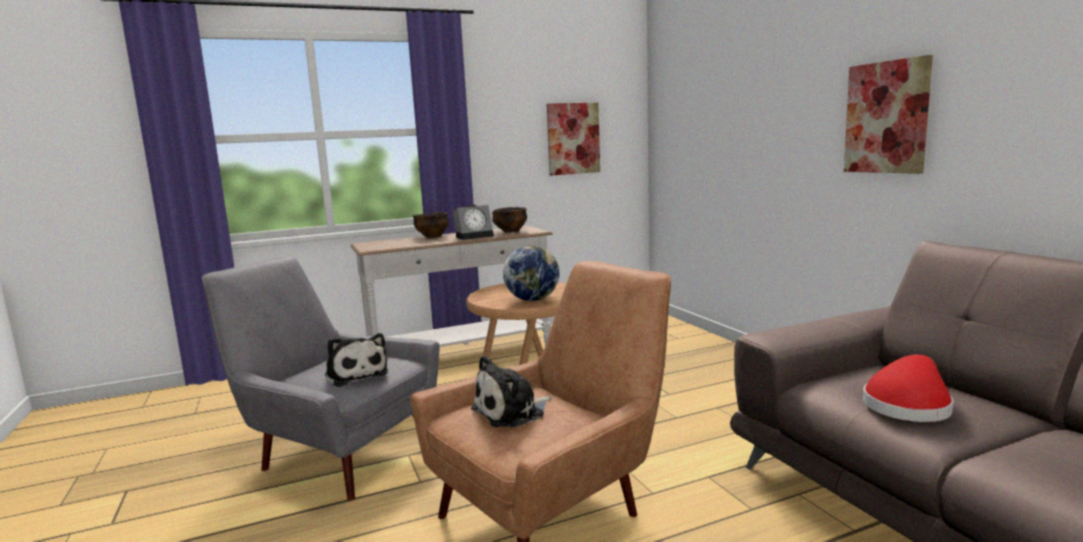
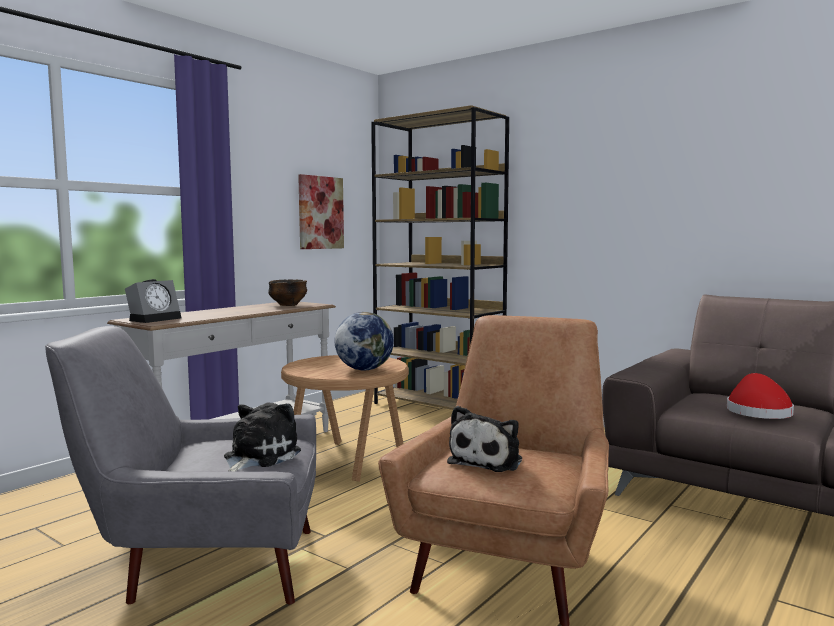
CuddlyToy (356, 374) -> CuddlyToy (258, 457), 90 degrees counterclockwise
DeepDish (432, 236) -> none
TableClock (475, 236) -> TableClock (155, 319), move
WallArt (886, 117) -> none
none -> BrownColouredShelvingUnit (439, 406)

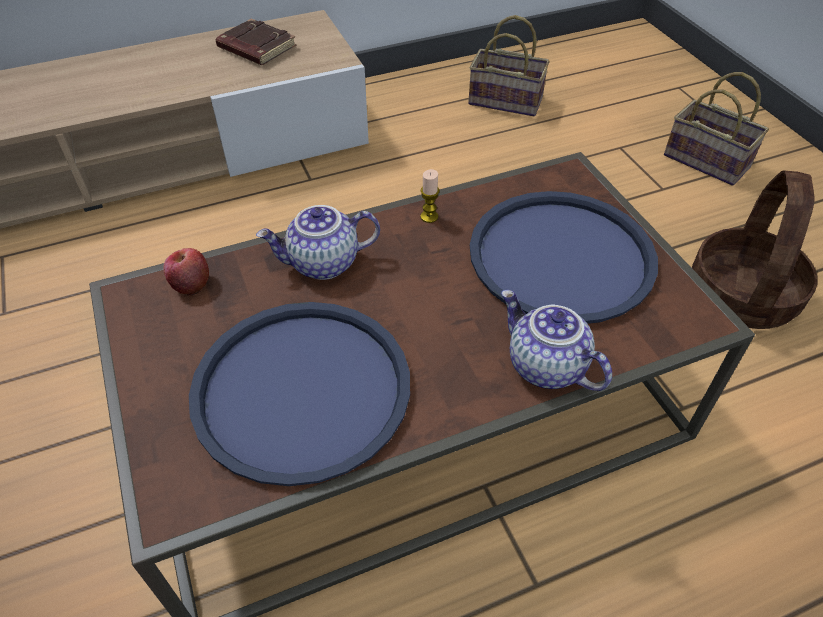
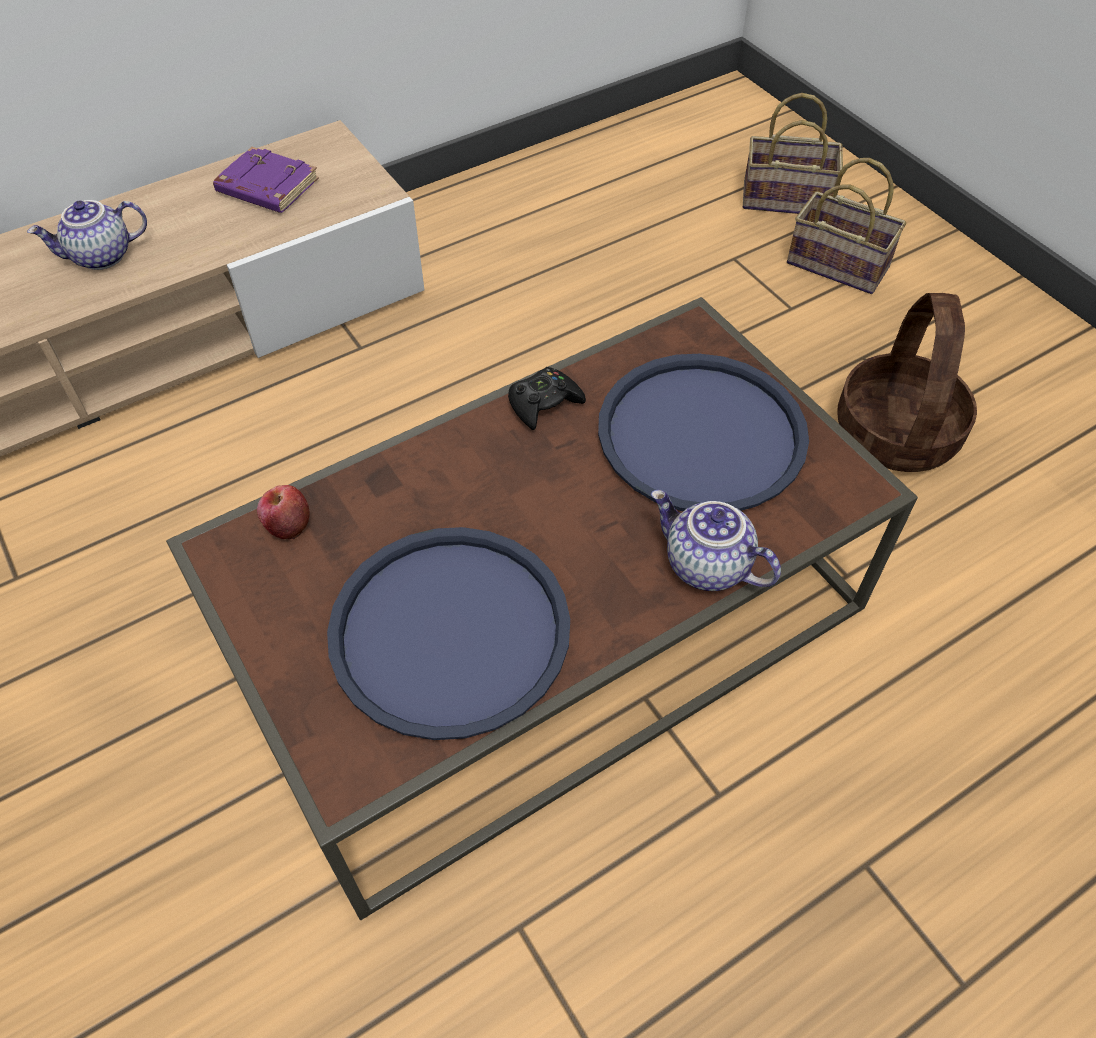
BrownColouredBoundBook (255, 48) -> PurpleBoundBook (266, 188)
PotForTea (323, 264) -> PotForTea (101, 257), move
Candle (429, 217) -> BlackGameController (544, 403)
Basket (507, 100) -> Basket (788, 198), move

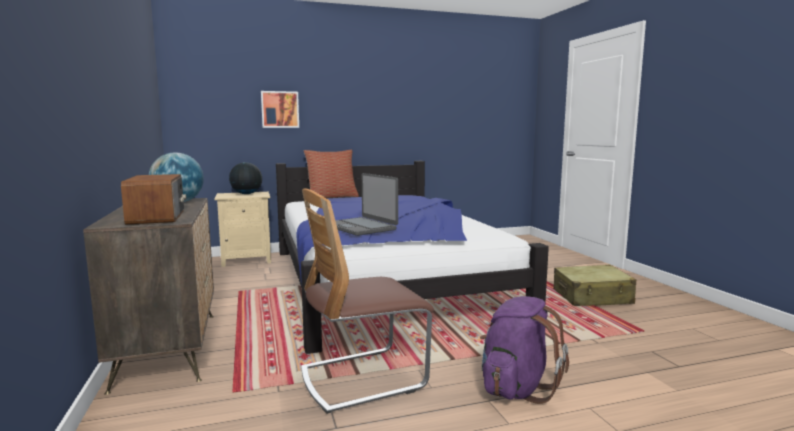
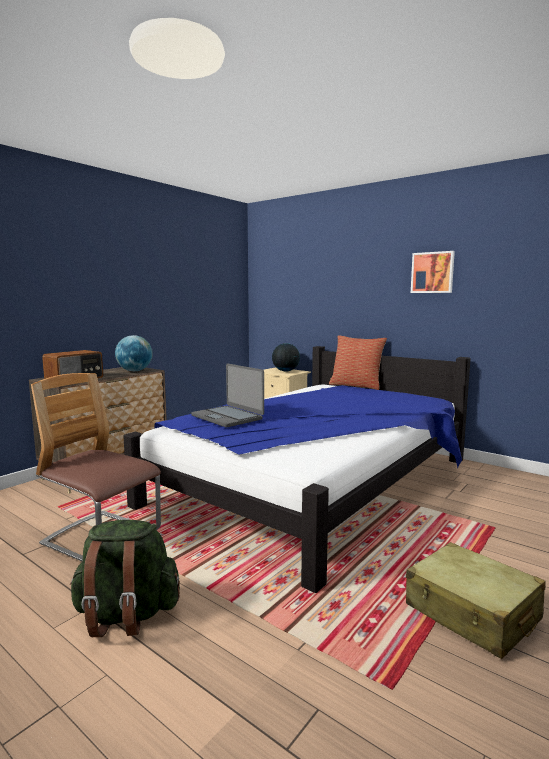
WallArt (280, 109) -> WallArt (432, 272), move
Laptop (361, 227) -> Laptop (228, 417), 60 degrees counterclockwise
PurpleRucksack (516, 388) -> GreenishRucksack (126, 615)

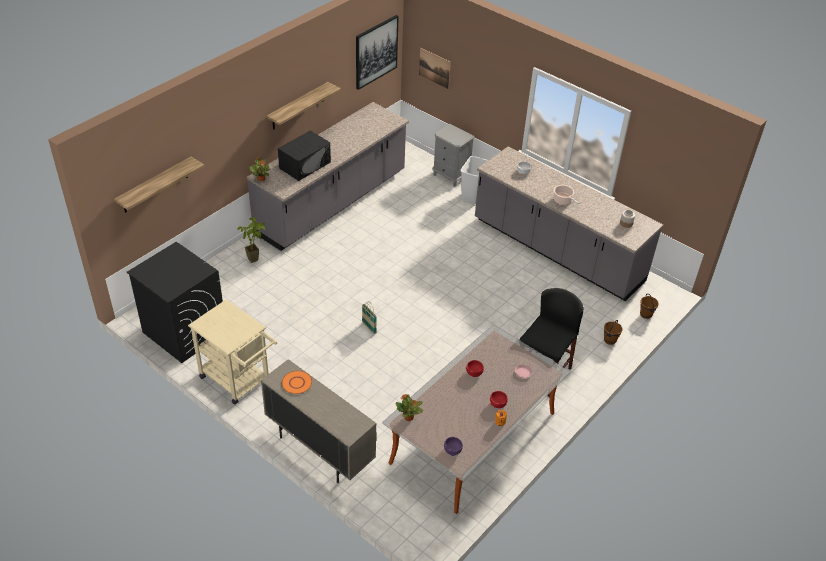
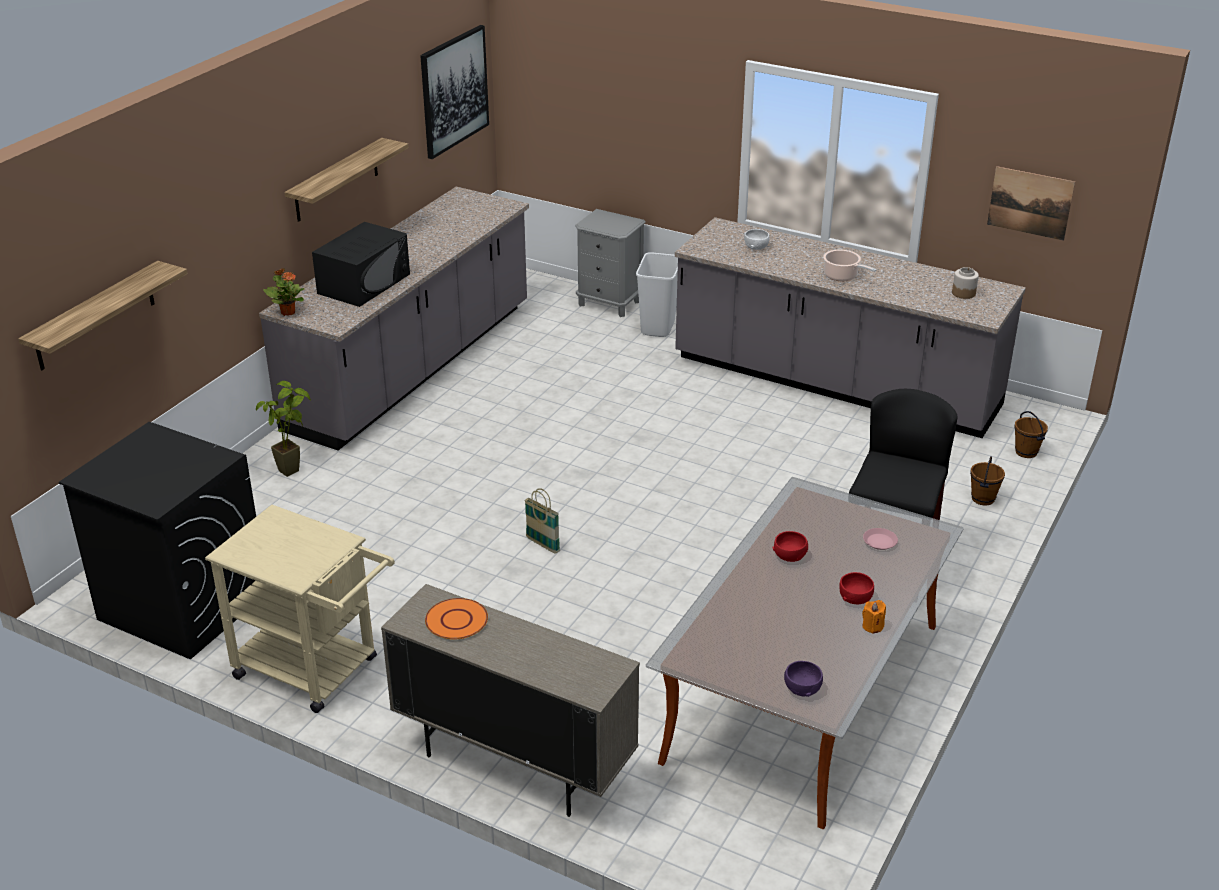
PlantInAPot (409, 418) -> none
WallArt (434, 68) -> WallArt (1030, 203), move

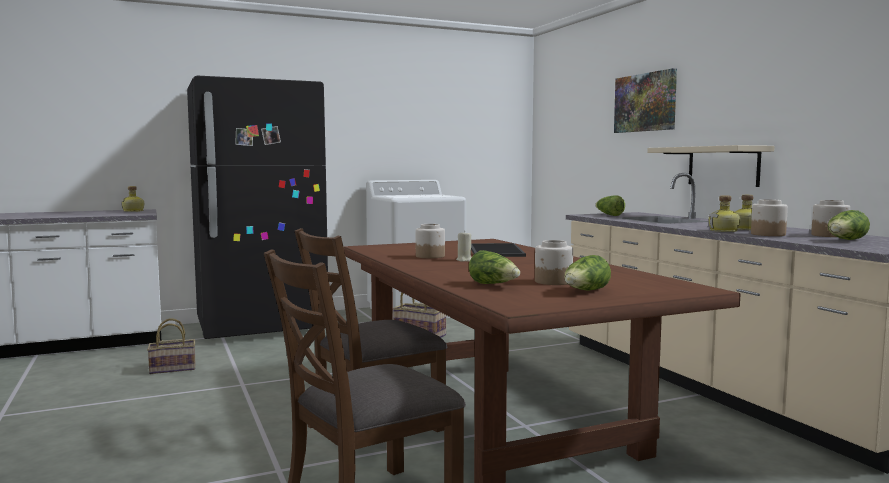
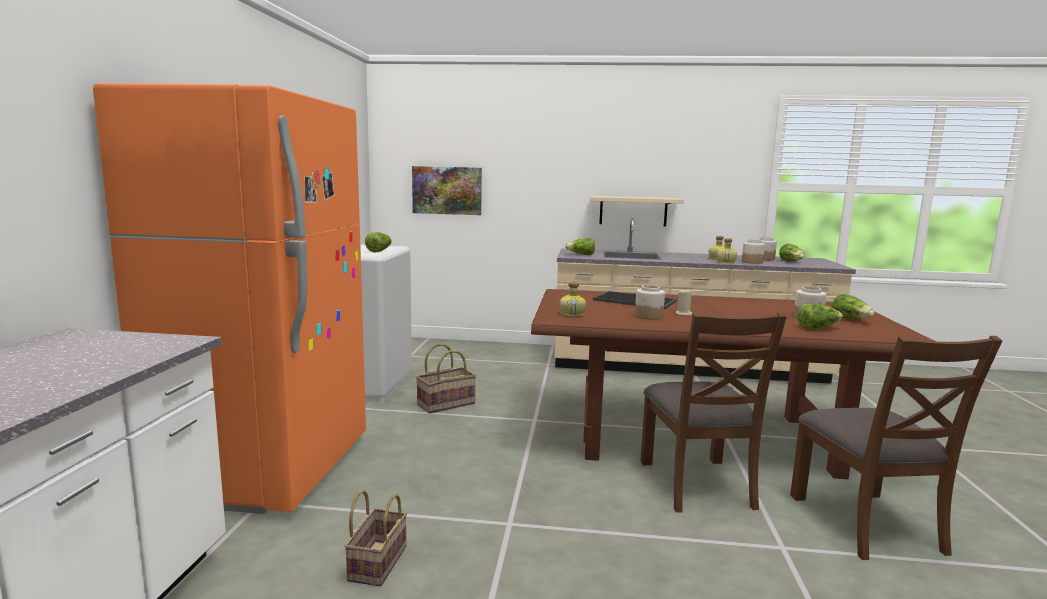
DrinkBottle (134, 211) -> DrinkBottle (573, 314), move
BlackKitchenFridge (261, 328) -> OrangeColouredKitchenFridge (268, 469)
WallArt (645, 102) -> WallArt (447, 190), move
none -> LettuceHead (379, 251)

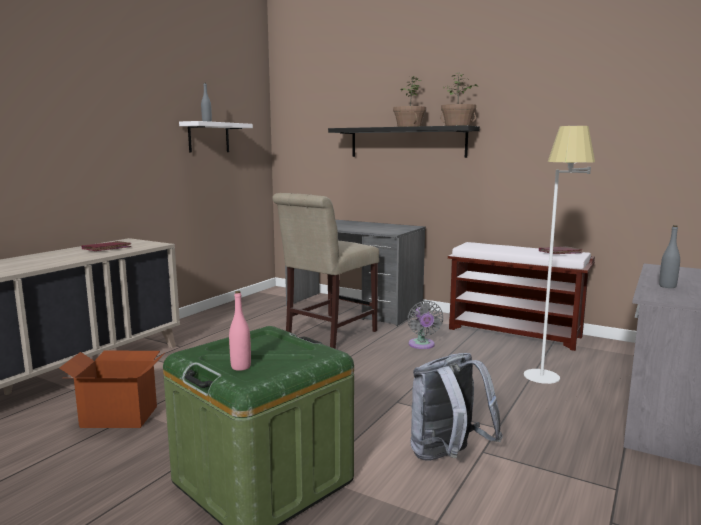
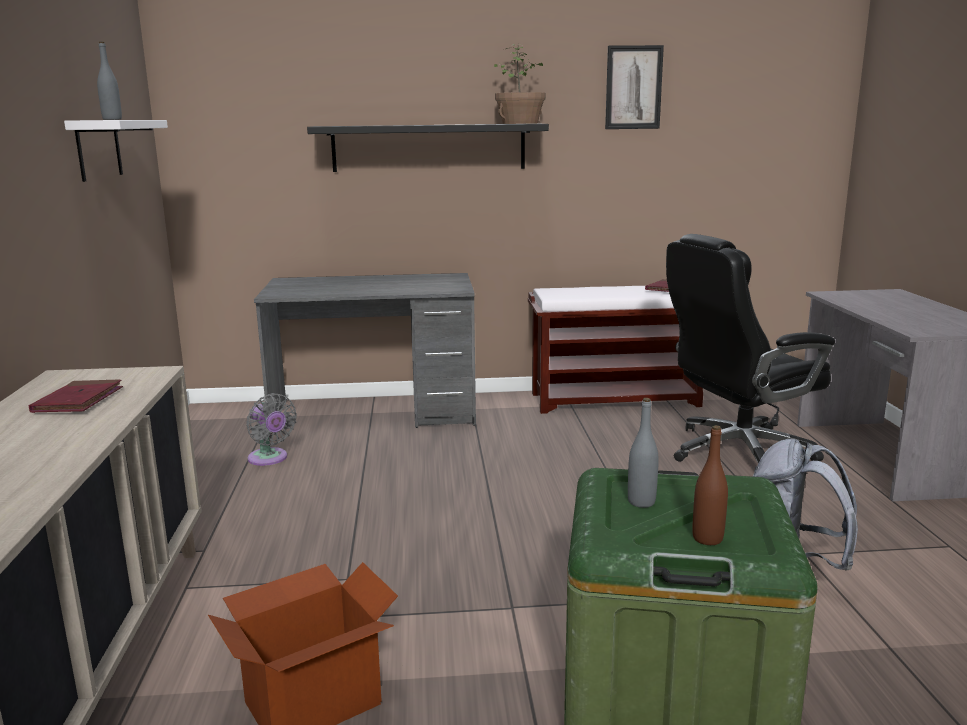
PinkDrinkBottle (241, 367) -> BrownColouredDrinkBottle (707, 538)
BeigeColouredPlainChair (327, 335) -> none
PlantInAPot (409, 126) -> none
GrayCoolingFan (422, 345) -> GrayCoolingFan (269, 459), move
WhiteFloorLamp (548, 383) -> BlackComputerChair (737, 452)
GrayDrinkBottle (667, 286) -> GrayDrinkBottle (641, 502), move
none -> WallArt (633, 87)

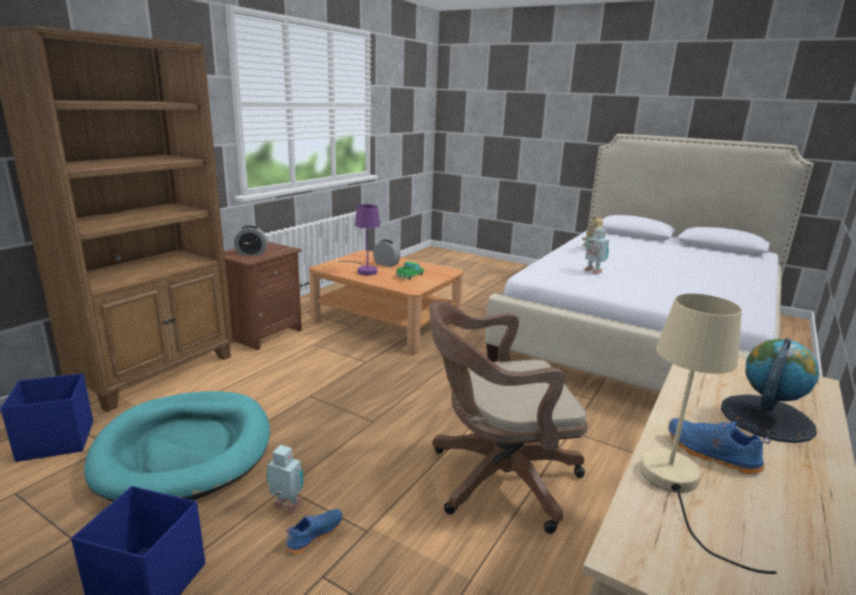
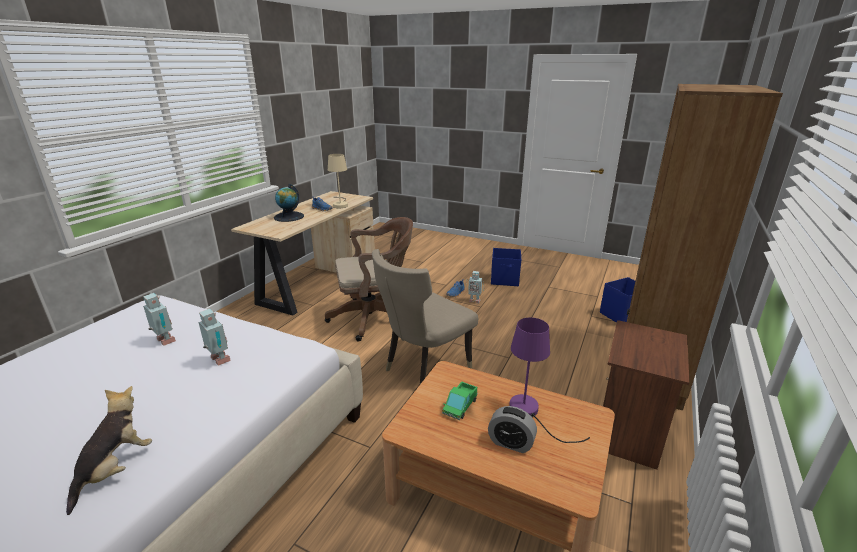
TurquoiseDogBed (185, 450) -> none
TableClock (251, 253) -> none
none -> RobotFigure (164, 341)
none -> BeigeColouredPlainChair (423, 369)

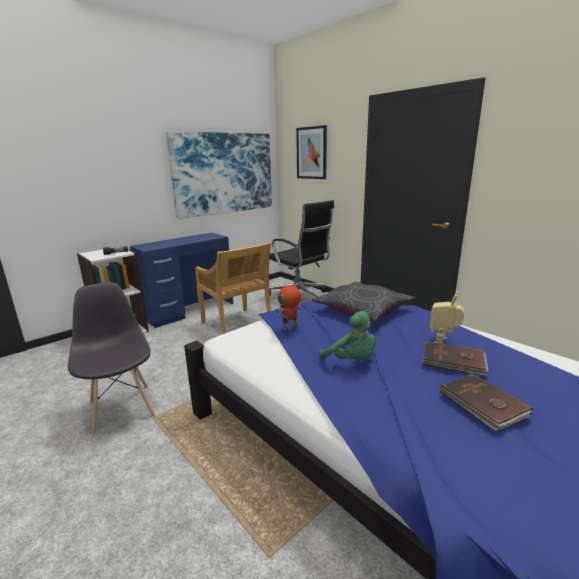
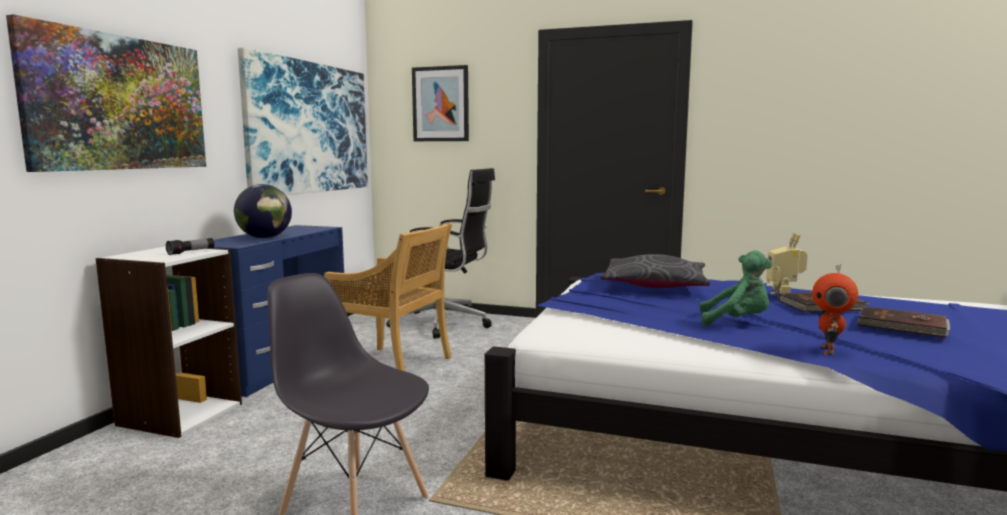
RobotFigure (290, 327) -> RobotFigure (830, 350), move
none -> WallArt (119, 103)
none -> DeskGlobe (265, 238)

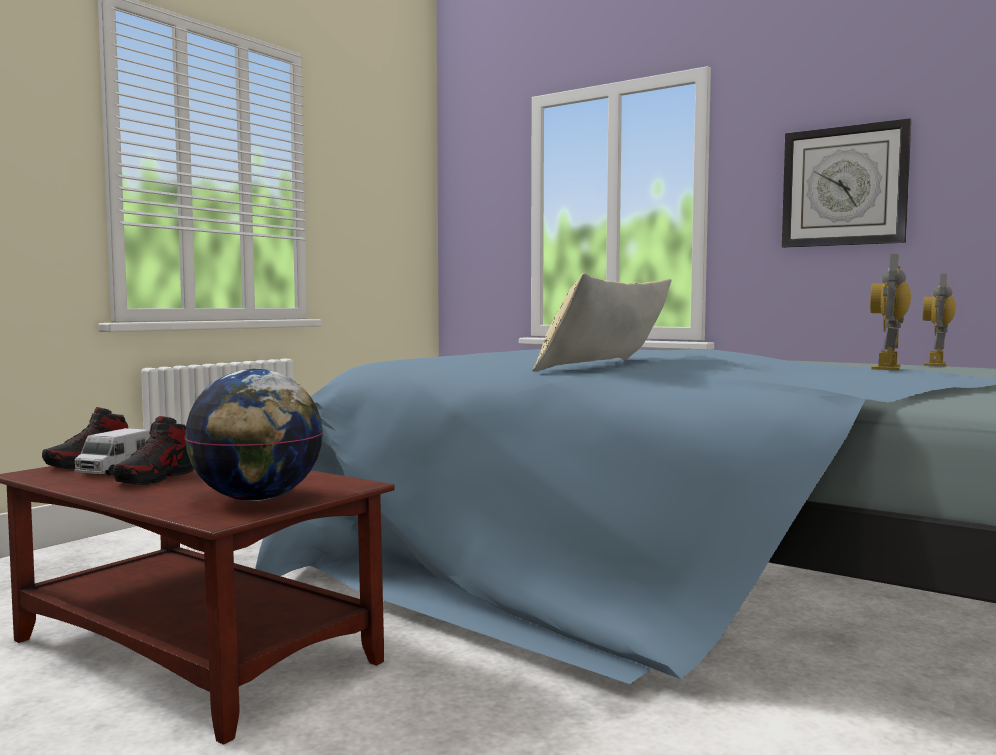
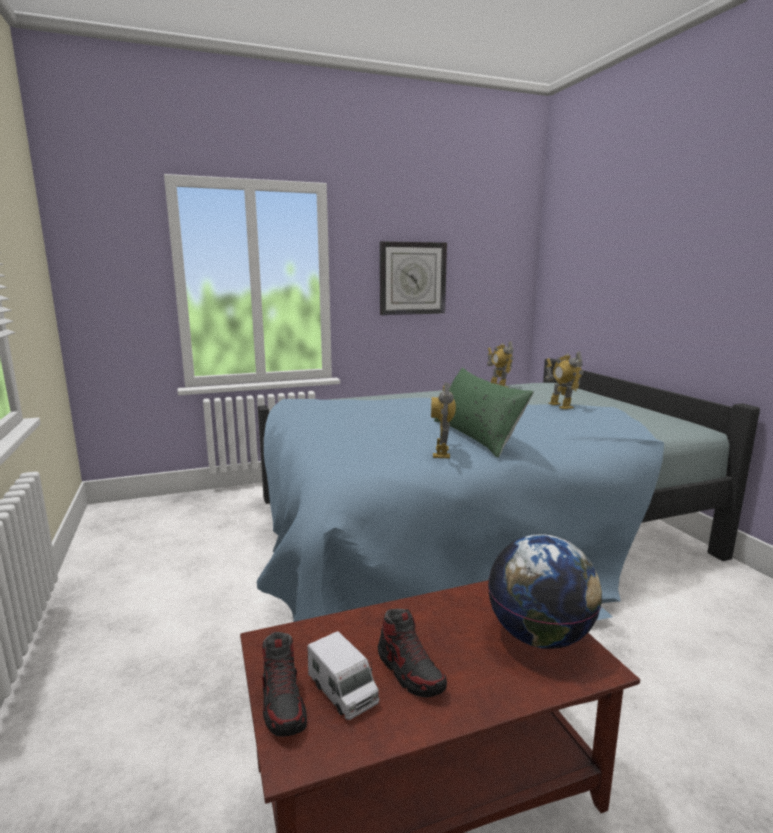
BeigeColouredPillow (606, 366) -> GreenishPillow (476, 436)
none -> RobotFigure (442, 452)

